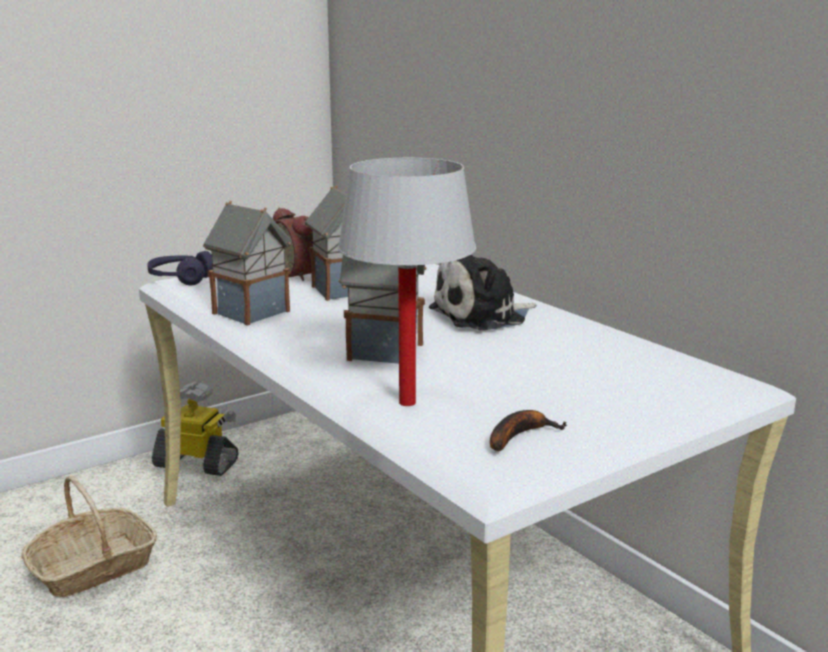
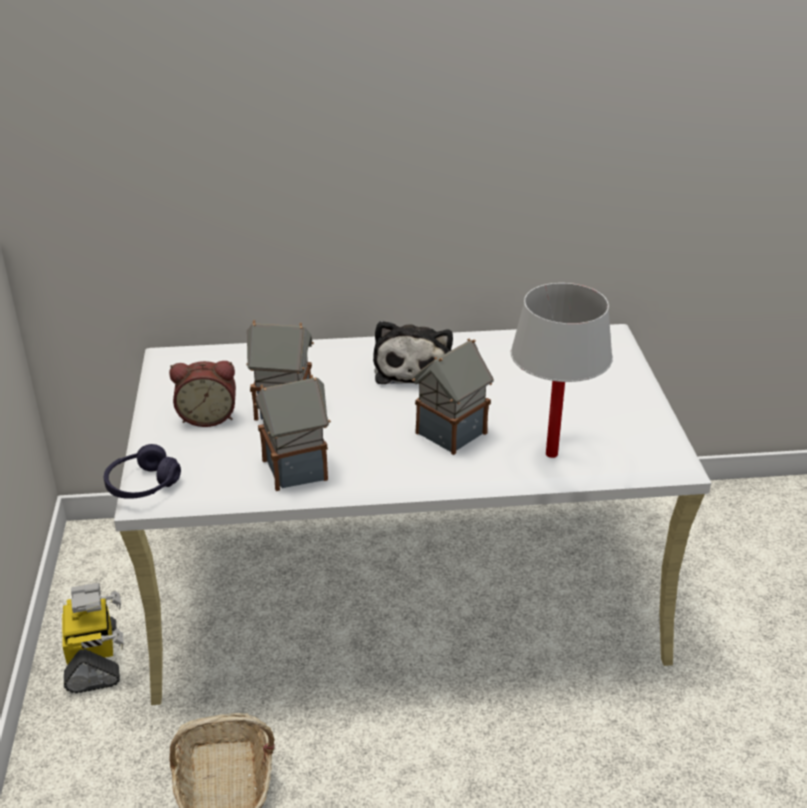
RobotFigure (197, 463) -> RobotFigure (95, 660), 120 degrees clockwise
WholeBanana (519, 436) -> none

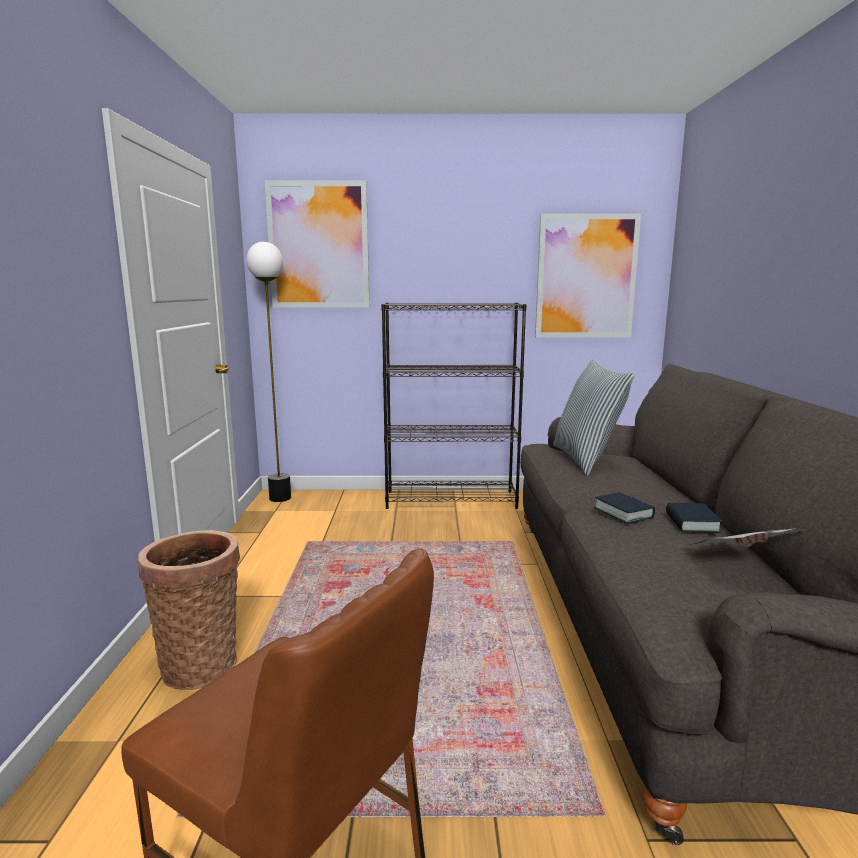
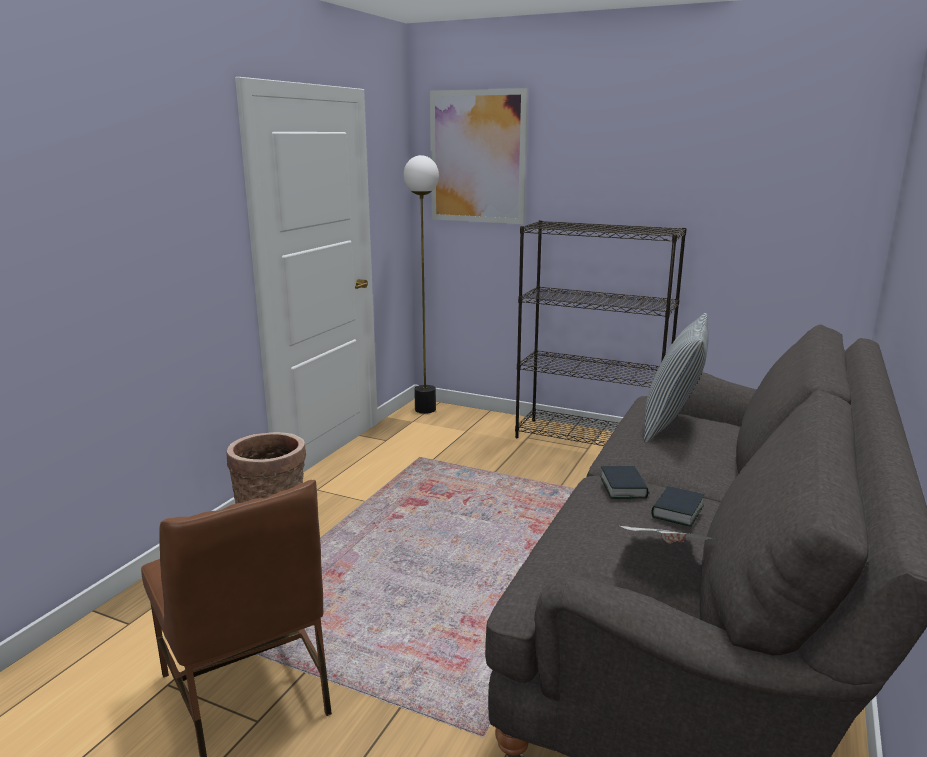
WallArt (586, 277) -> none

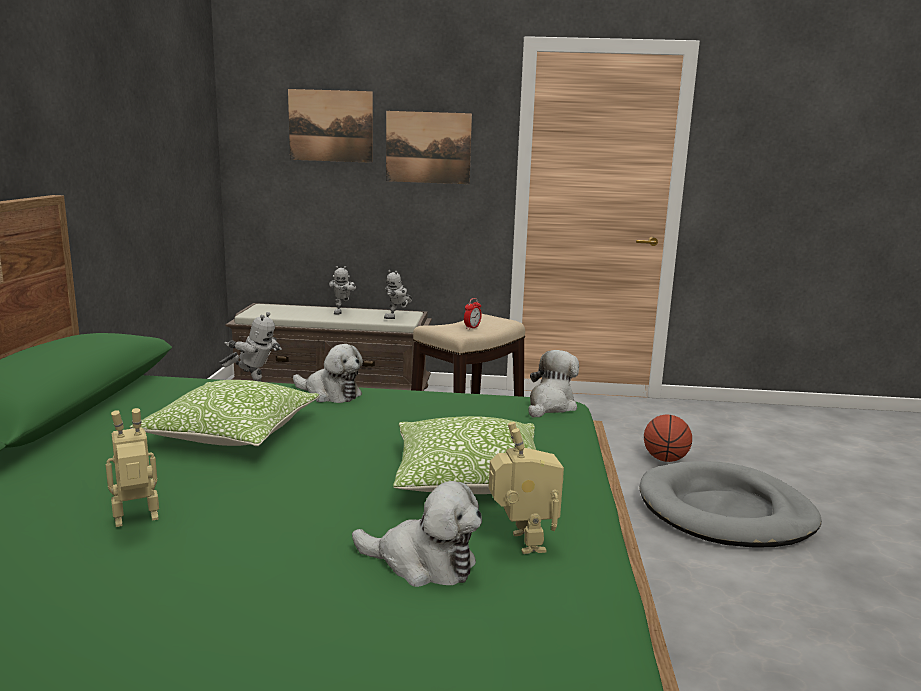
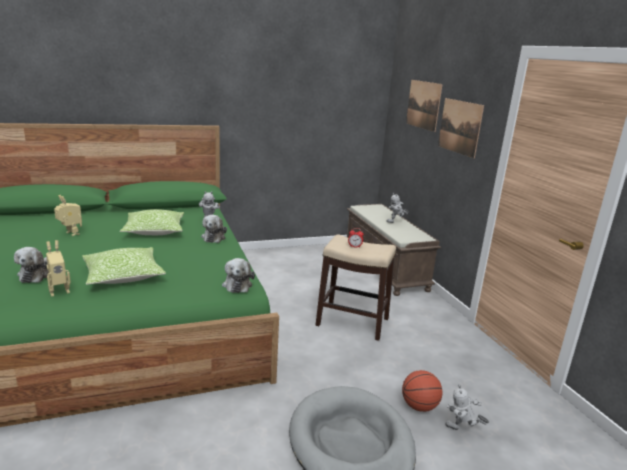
RobotFigure (398, 318) -> RobotFigure (462, 431), move
CuddlyToy (550, 406) -> CuddlyToy (237, 284), 75 degrees clockwise

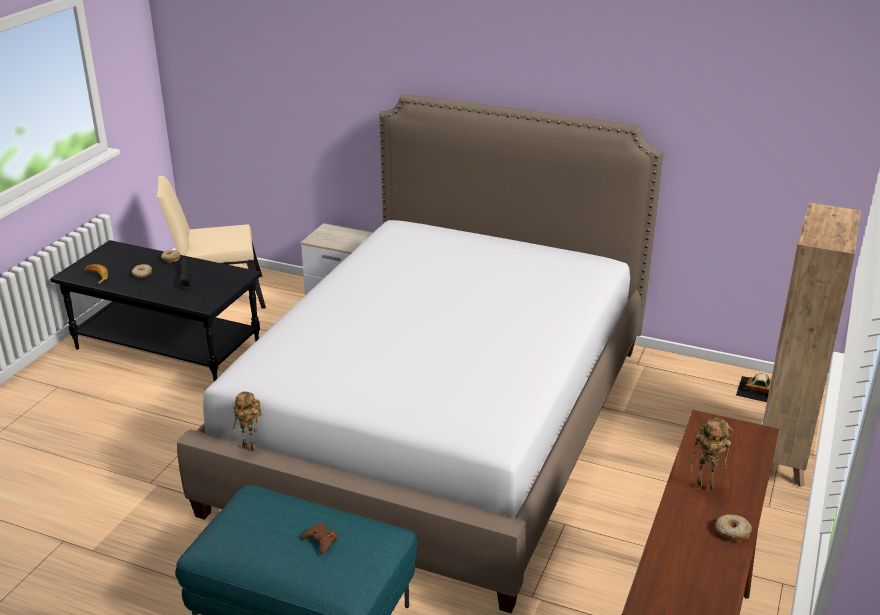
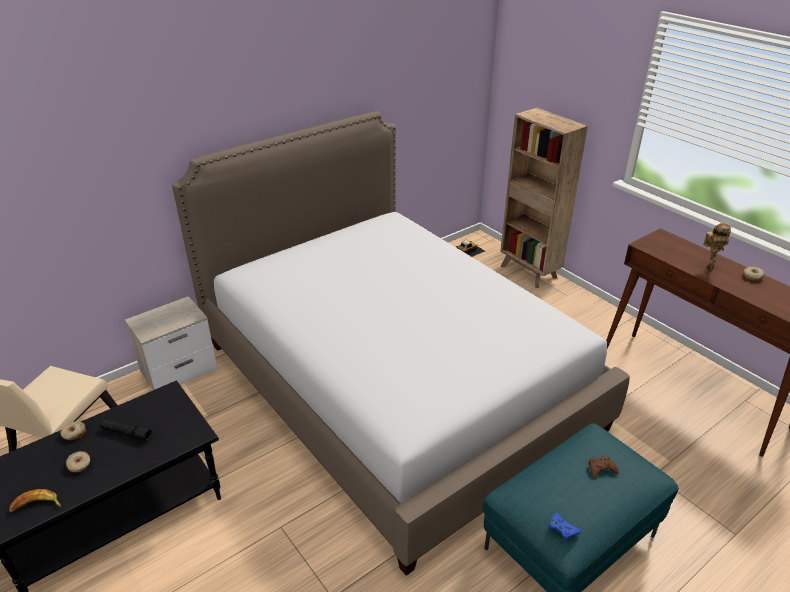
RobotFigure (250, 447) -> none
none -> BluishGameController (562, 529)

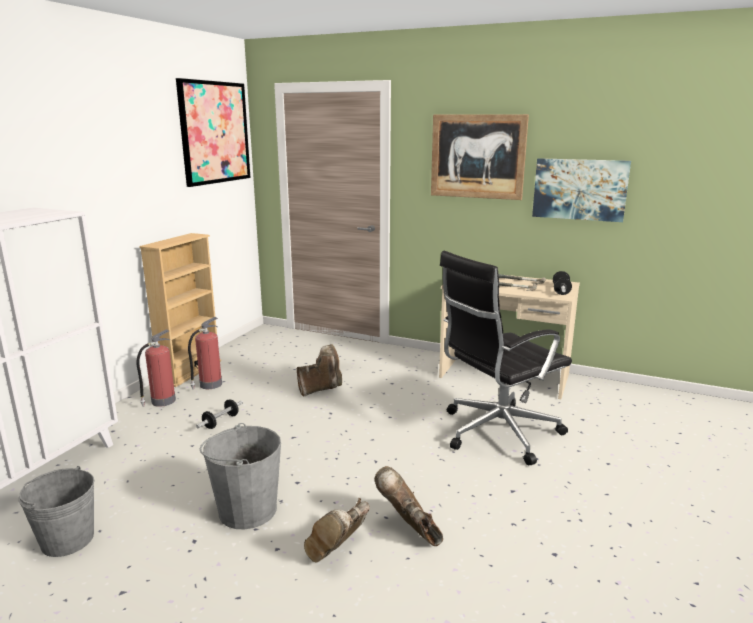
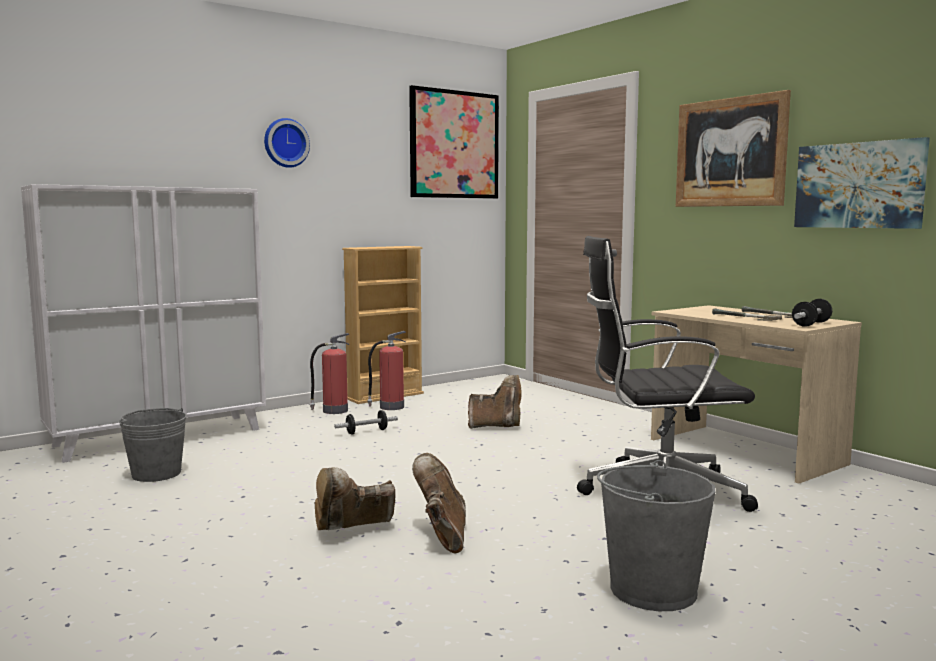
GrayBucket (247, 510) -> GrayBucket (652, 589), move
none -> WallClock (285, 143)

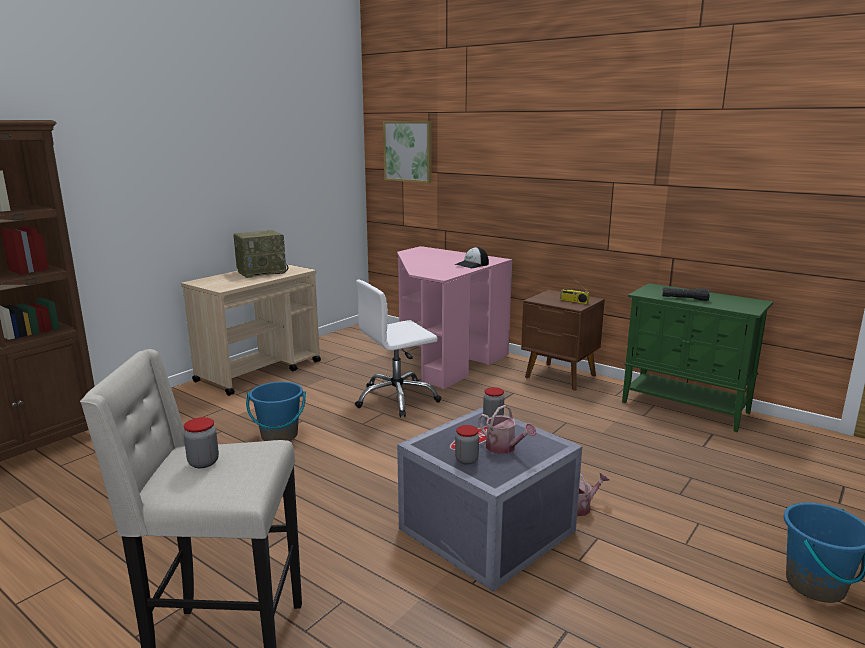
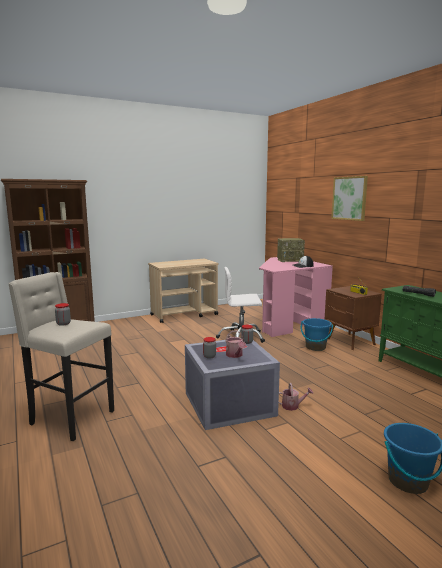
Radio (262, 272) -> Radio (290, 260), move
BluishBucket (279, 435) -> BluishBucket (315, 347), move
WallArt (408, 151) -> WallArt (349, 198), move

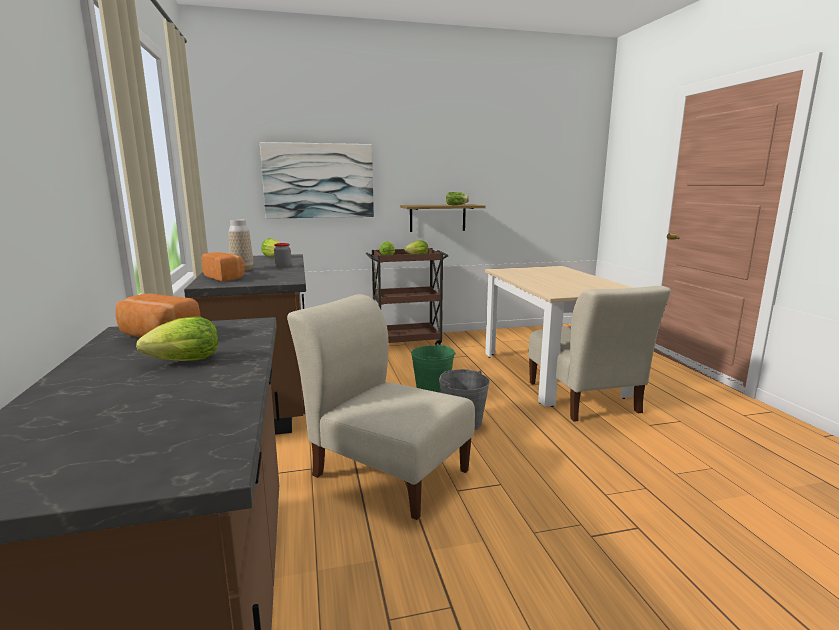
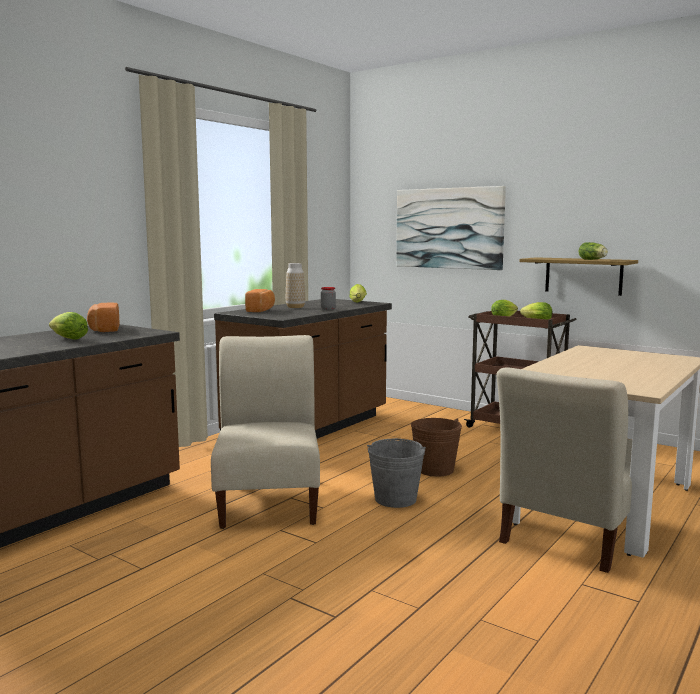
GreenishBucket (432, 390) -> BrownColouredBucket (435, 469)

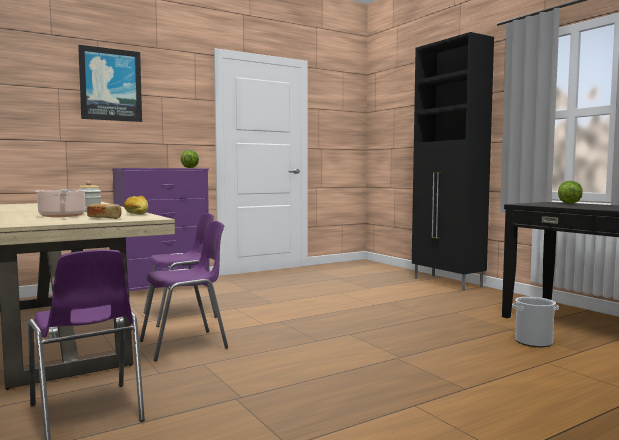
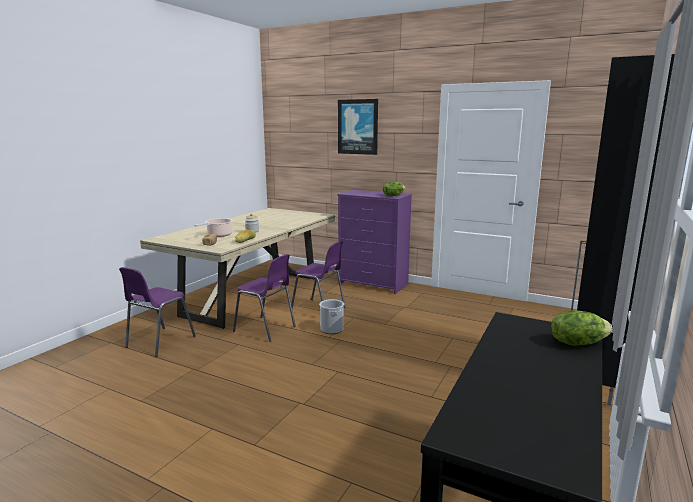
Bucket (533, 342) -> Bucket (332, 329), move

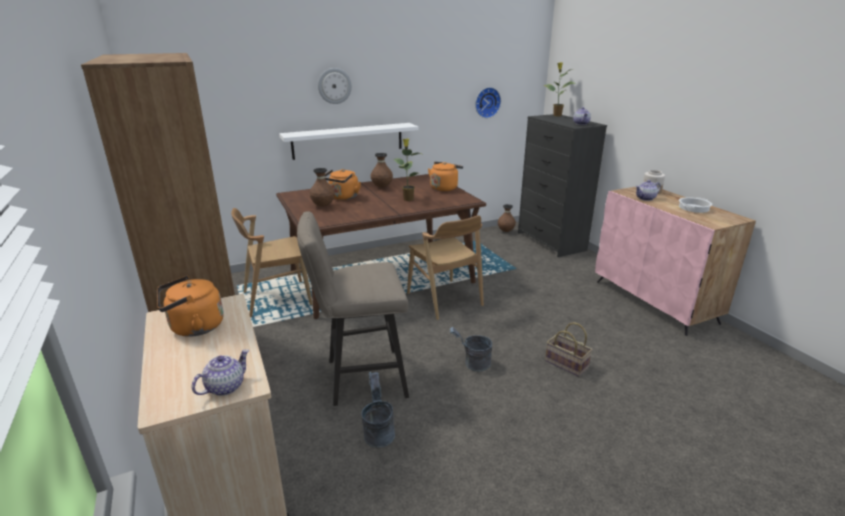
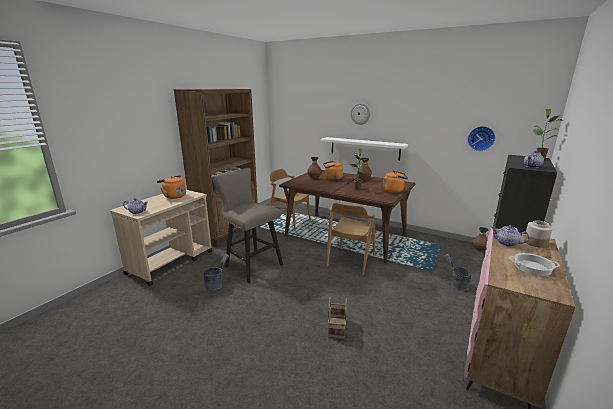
GrayBucket (472, 364) -> GrayBucket (456, 284), move

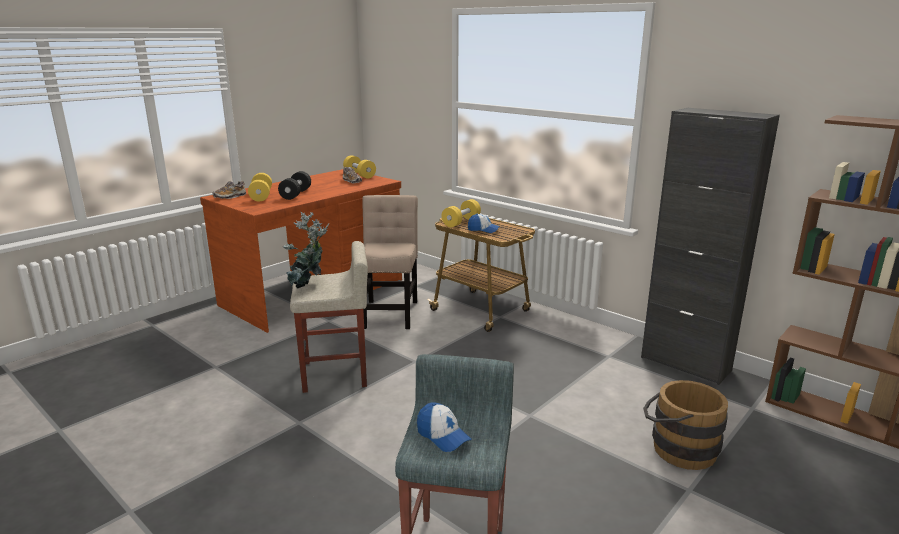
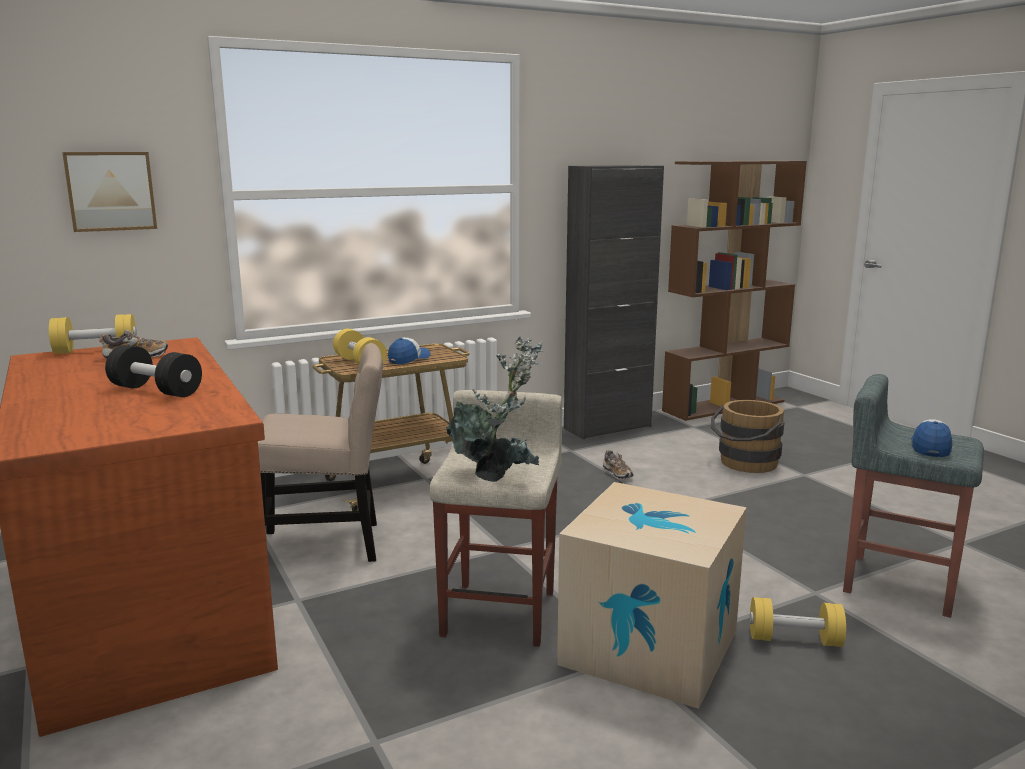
LowShoe (230, 197) -> LowShoe (617, 473), move
YellowishHandWeight (261, 196) -> YellowishHandWeight (794, 639), move
BeigeColouredPlainChair (390, 312) -> BeigeColouredPlainChair (328, 544), 150 degrees clockwise
PeakedCap (443, 436) -> PeakedCap (930, 447), 45 degrees counterclockwise
none -> WallArt (110, 191)
none -> PackingBox (649, 647)

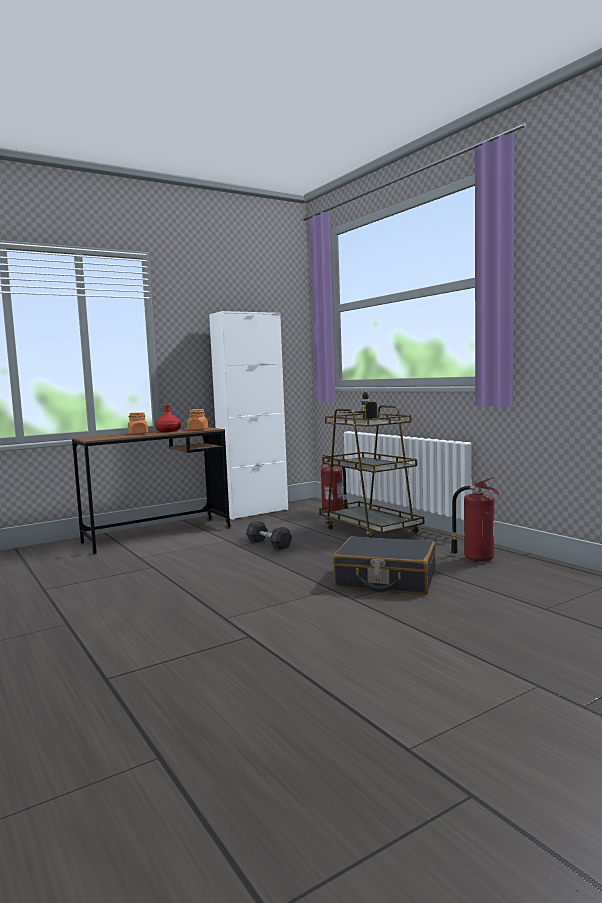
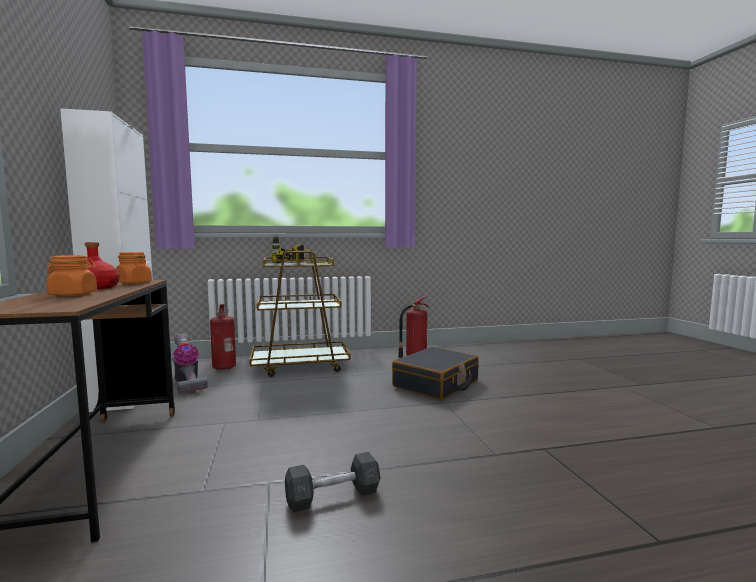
GrayHandWeight (269, 544) -> GrayHandWeight (333, 496), move
none -> Hoover (187, 383)

